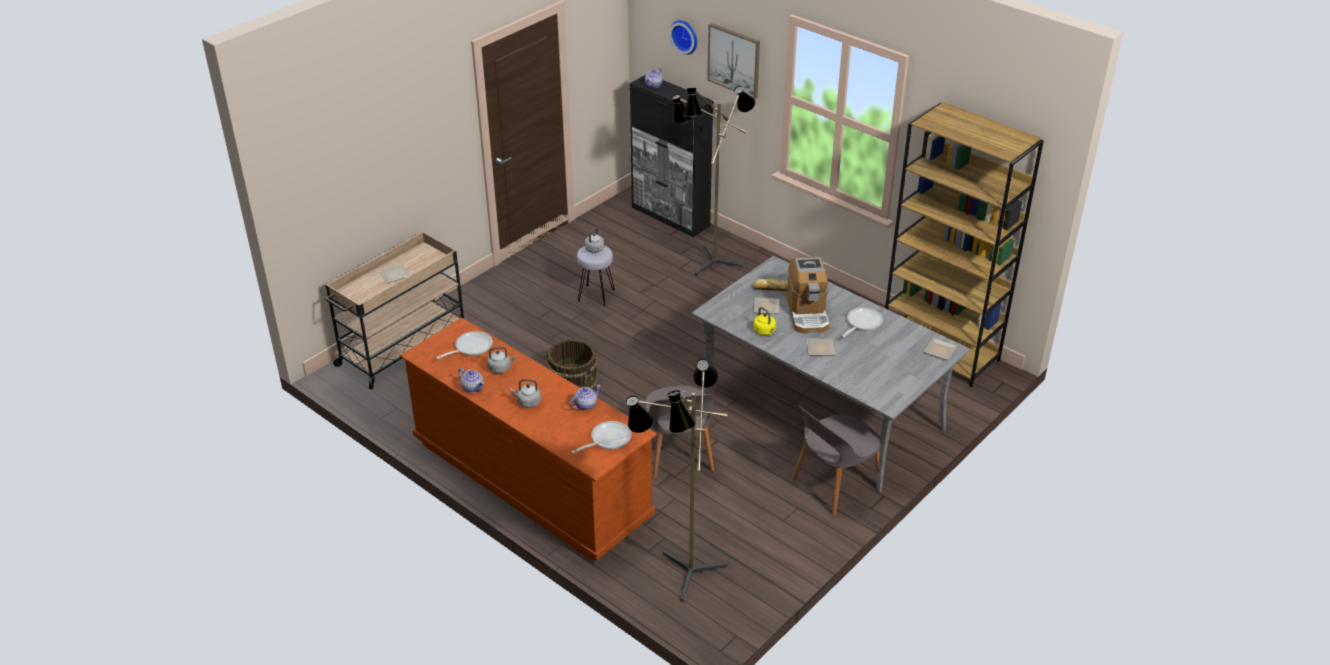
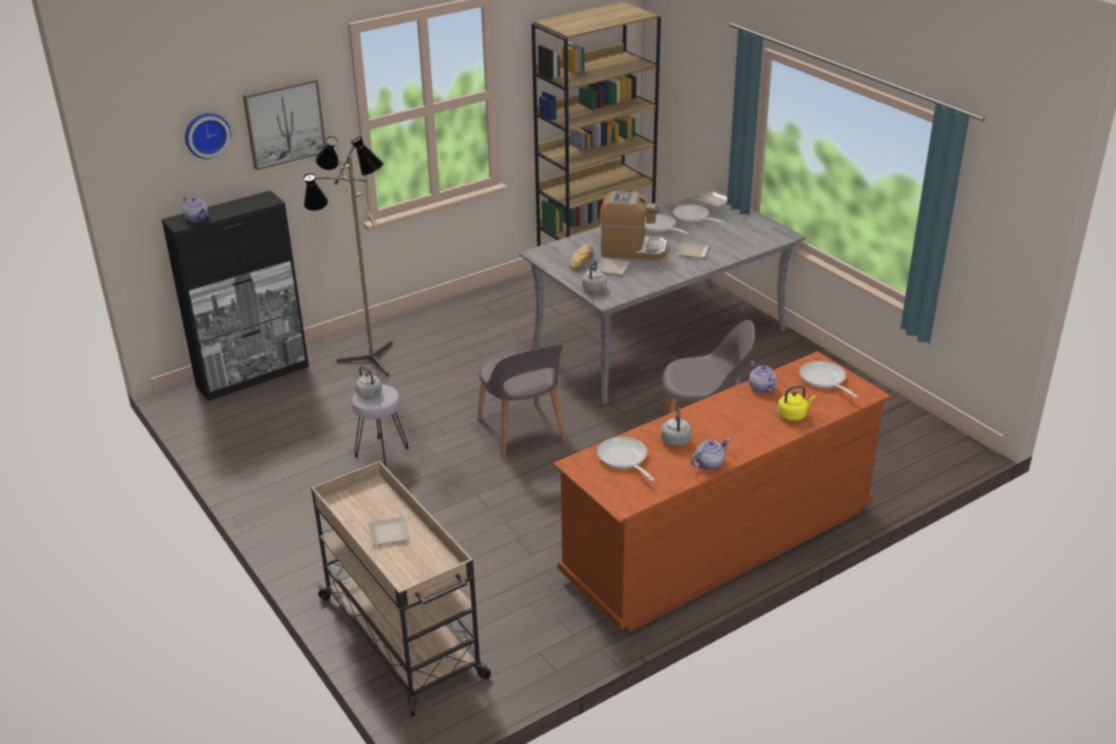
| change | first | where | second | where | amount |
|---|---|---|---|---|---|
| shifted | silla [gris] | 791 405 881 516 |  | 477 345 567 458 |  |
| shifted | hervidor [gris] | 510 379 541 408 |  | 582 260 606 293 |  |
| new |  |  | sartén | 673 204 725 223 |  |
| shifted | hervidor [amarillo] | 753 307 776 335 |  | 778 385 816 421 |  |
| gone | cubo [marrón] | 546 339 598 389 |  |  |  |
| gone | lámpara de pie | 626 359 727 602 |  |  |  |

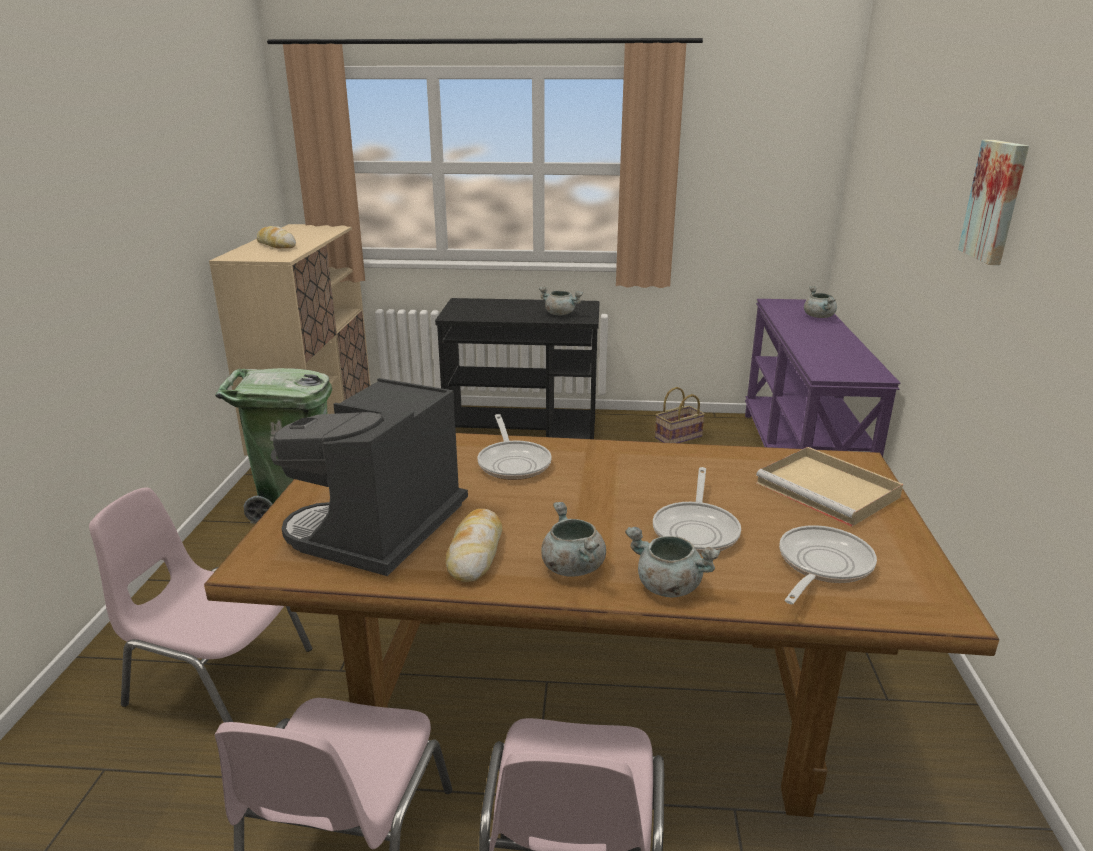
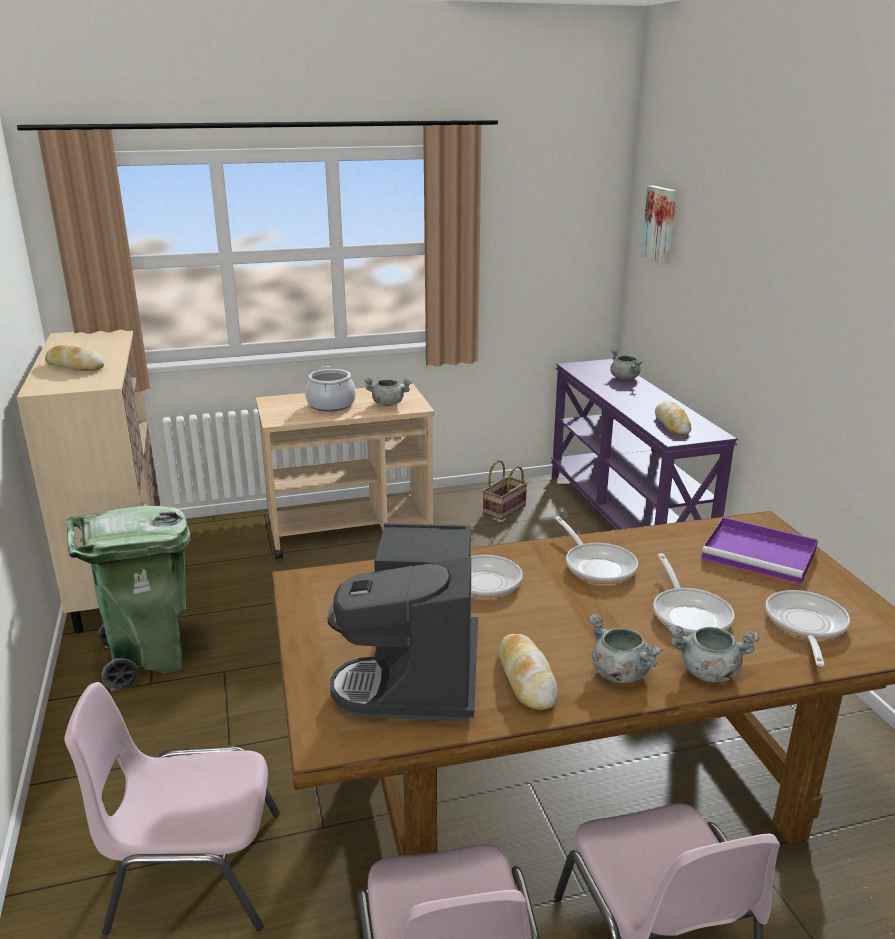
| change | first | where | second | where | amount |
|---|---|---|---|---|---|
| repainted | carrito [negro] | 435 298 599 439 | carrito [beis] | 256 384 434 559 |  |
| new |  |  | olla | 305 366 356 411 |  |
| new |  |  | sartén | 555 516 638 584 |  |
| shifted | cuadro | 958 140 1029 265 |  | 641 186 677 264 |  |
| new |  |  | pan | 655 402 691 435 |  |
| repainted | bandeja [beis] | 756 447 903 527 | bandeja [morado] | 701 517 818 585 |  |

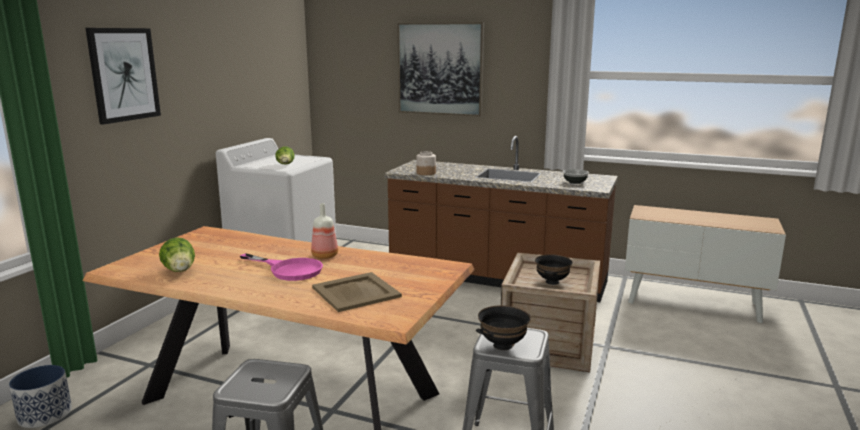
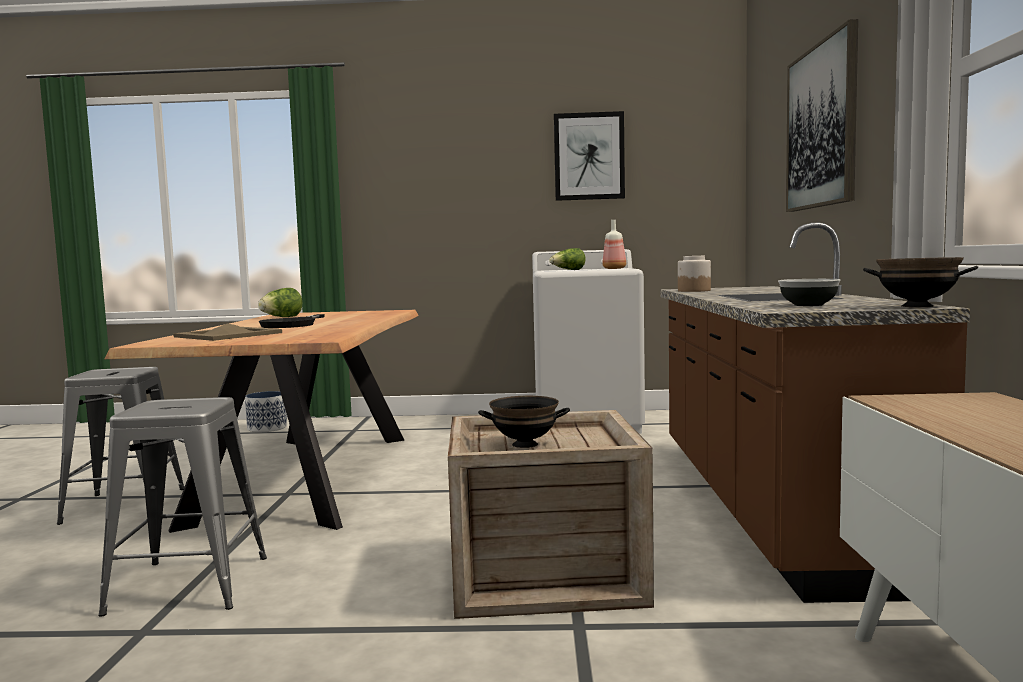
| change | first | where | second | where | amount |
|---|---|---|---|---|---|
| repainted | sartén [rosa] | 240 253 323 281 | sartén [negro] | 259 314 325 328 |  |
| shifted | cuadro | 86 28 161 125 |  | 554 111 625 201 |  |
| shifted | botella | 311 203 338 259 |  | 602 220 626 269 |  |
| shifted | cuenco [negro] | 476 305 530 350 |  | 863 257 978 307 |  |

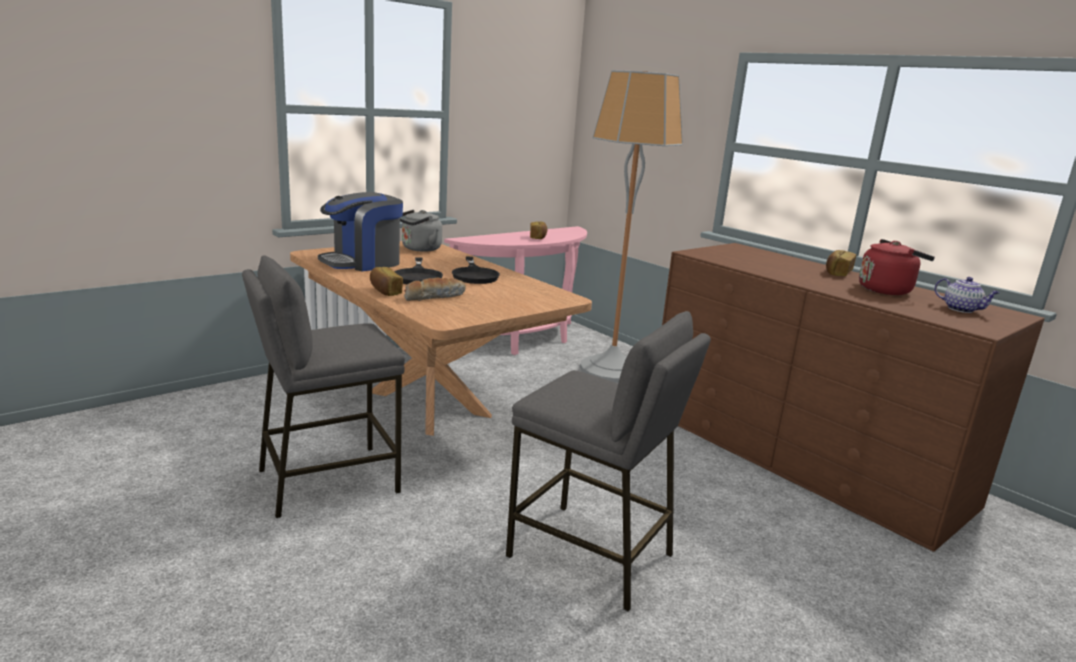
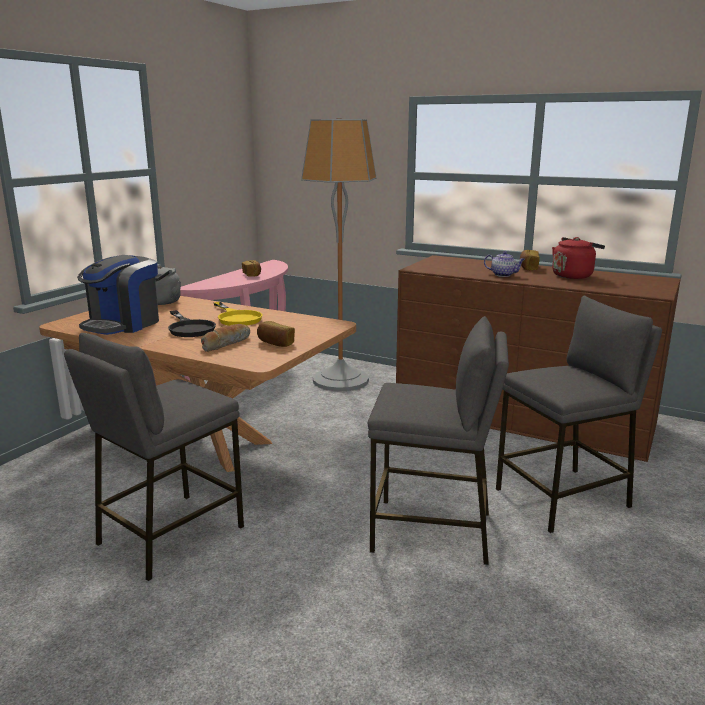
| change | first | where | second | where | amount |
|---|---|---|---|---|---|
| repainted | sartén [negro] | 452 257 500 284 | sartén [amarillo] | 214 302 263 326 |  |
| shifted | pan | 370 267 403 296 |  | 257 321 295 347 |  |
| shifted | tetera | 934 277 1000 313 |  | 484 251 525 277 |  |
| new |  |  | taburete [gris] | 496 296 662 533 |  |

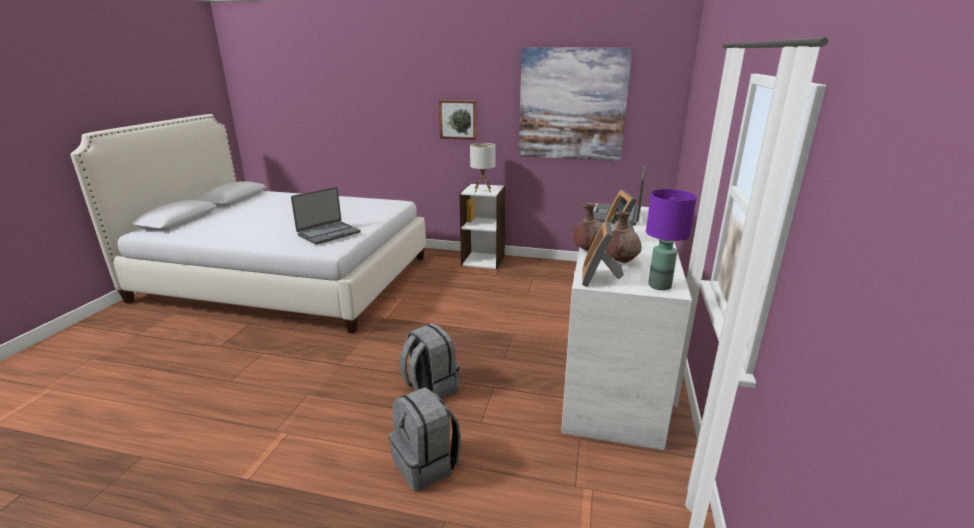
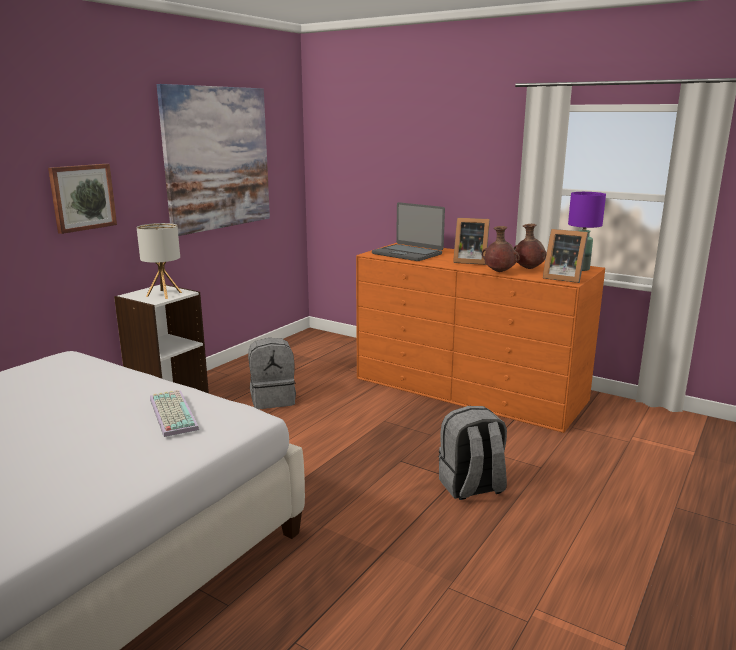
| change | first | where | second | where | amount |
|---|---|---|---|---|---|
| swapped | portátil | 291 187 361 245 | teclado | 150 390 199 437 |  |
| shifted | mochila [gris] | 389 387 461 491 |  | 248 338 296 409 |  |
| repainted | cómoda [blanco] | 561 203 692 450 | cómoda [naranja] | 356 243 605 433 |  |

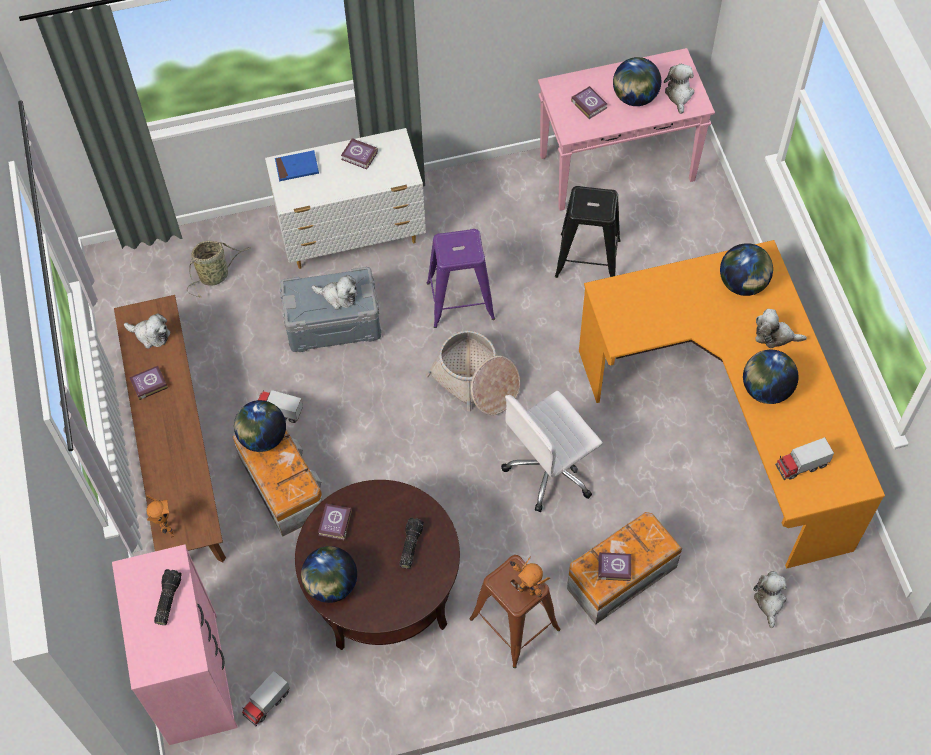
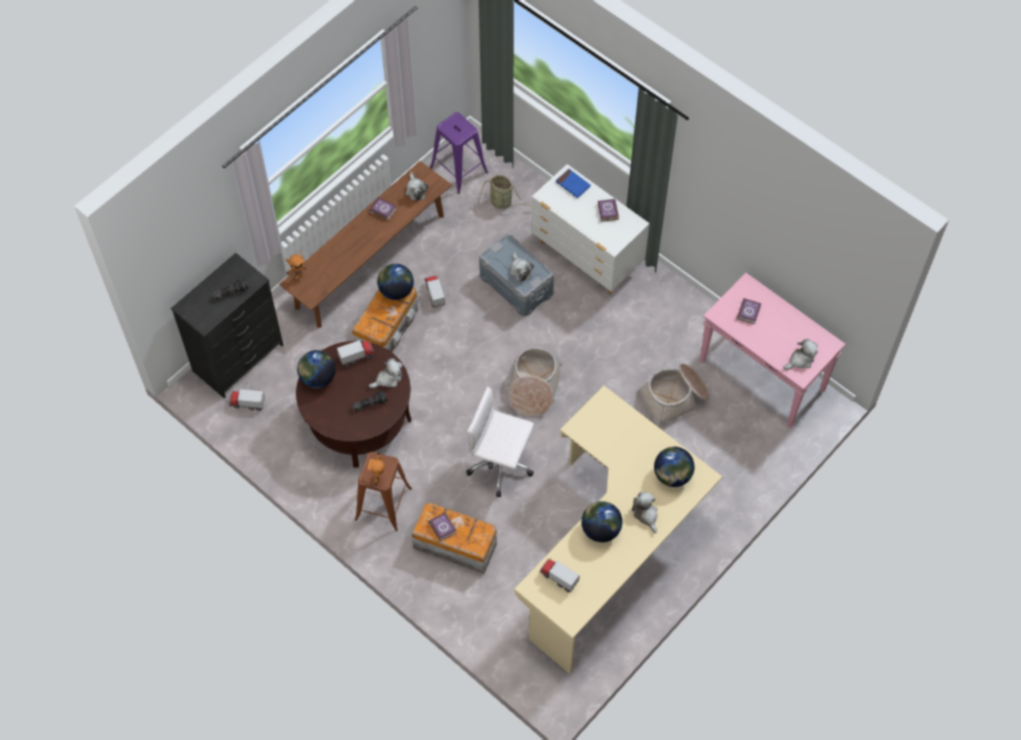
| change | first | where | second | where | amount |
|---|---|---|---|---|---|
| repainted | cómoda [rosa] | 112 544 238 745 | cómoda [negro] | 171 253 283 398 |  |
| swapped | libro | 318 504 352 540 | camión de juguete | 337 340 375 367 |  |
| shifted | peluche | 753 571 787 628 |  | 369 358 403 389 |  |
| shifted | taburete [morado] | 426 229 495 328 |  | 430 112 488 194 |  |
| repainted | escritorio [naranja] | 579 240 885 569 | escritorio [beis] | 514 386 722 674 |  |
| swapped | taburete [negro] | 555 186 621 278 | cesta | 637 364 710 428 |  |
| gone | globo terráqueo | 613 57 661 106 |  |  |  |

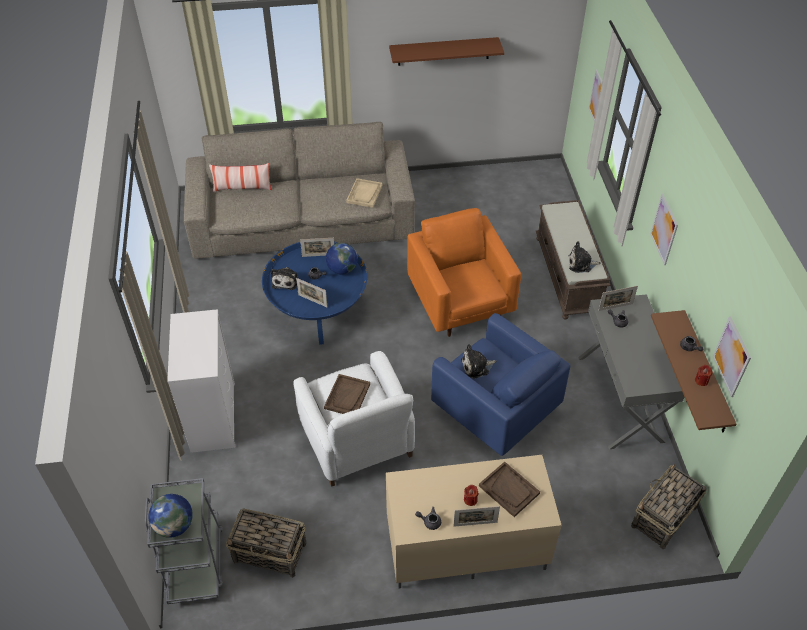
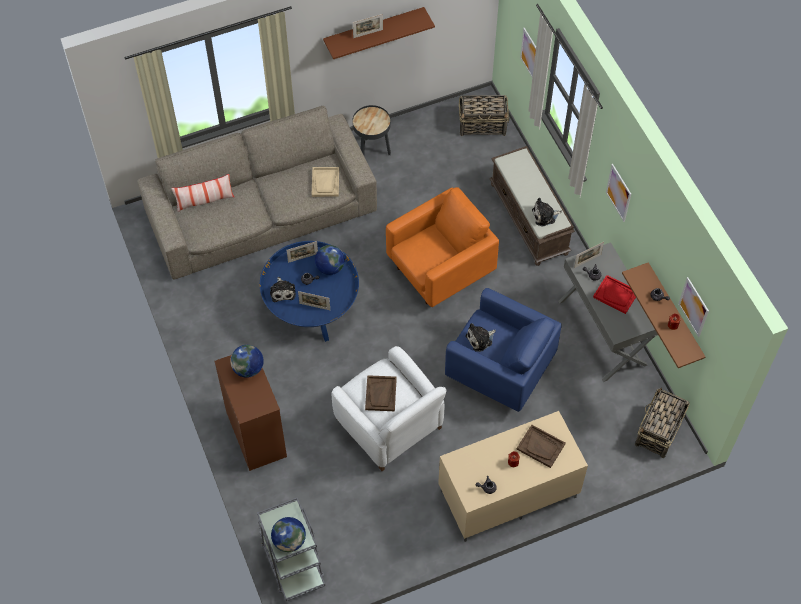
| change | first | where | second | where | amount |
|---|---|---|---|---|---|
| repainted | cómoda [blanco] | 167 309 236 453 | cómoda [marrón] | 214 355 287 471 |  |
| new |  |  | globo terráqueo | 230 345 264 378 |  |
| shifted | portarretratos | 453 506 500 527 |  | 353 14 383 38 |  |
| new |  |  | mesa auxiliar [negro] | 353 105 391 155 |  |
| rotated | sillón [naranja] | 407 208 521 337 |  | 386 187 499 307 | 90 degrees clockwise |
| shifted | cesta | 226 508 307 578 |  | 459 95 509 136 |  |
| new |  |  | bandeja [rojo] | 593 275 636 314 |  |

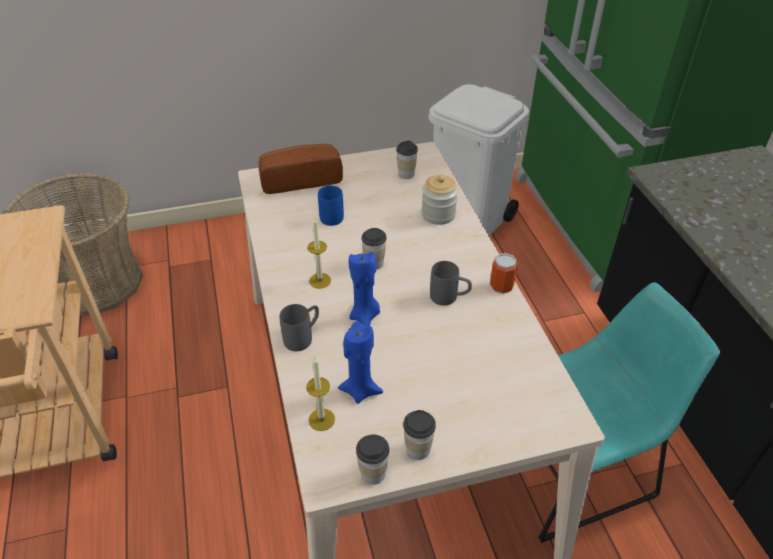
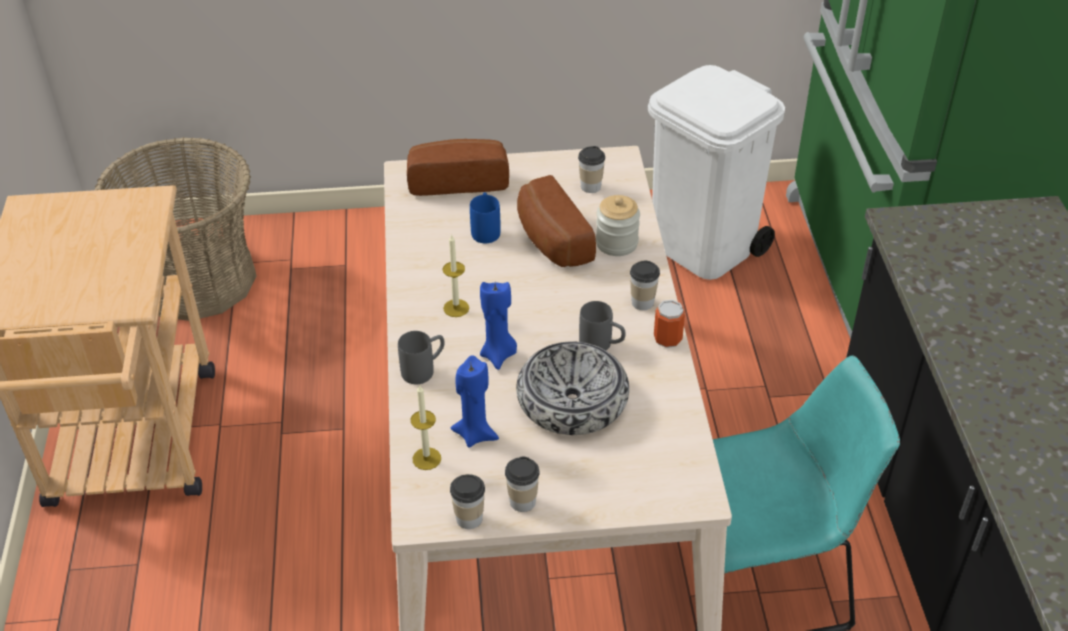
| change | first | where | second | where | amount |
|---|---|---|---|---|---|
| new |  |  | cuenco | 516 341 629 435 |  |
| new |  |  | pan | 517 175 596 267 |  |
| shifted | taza | 362 228 387 270 |  | 630 261 660 310 |  |

